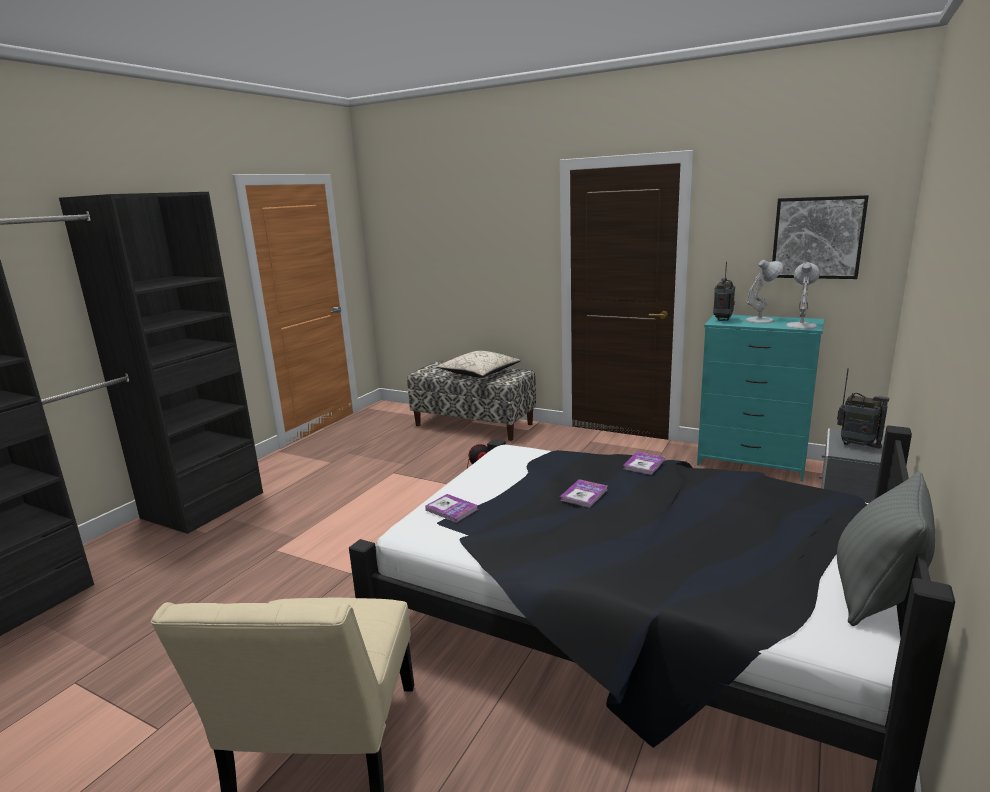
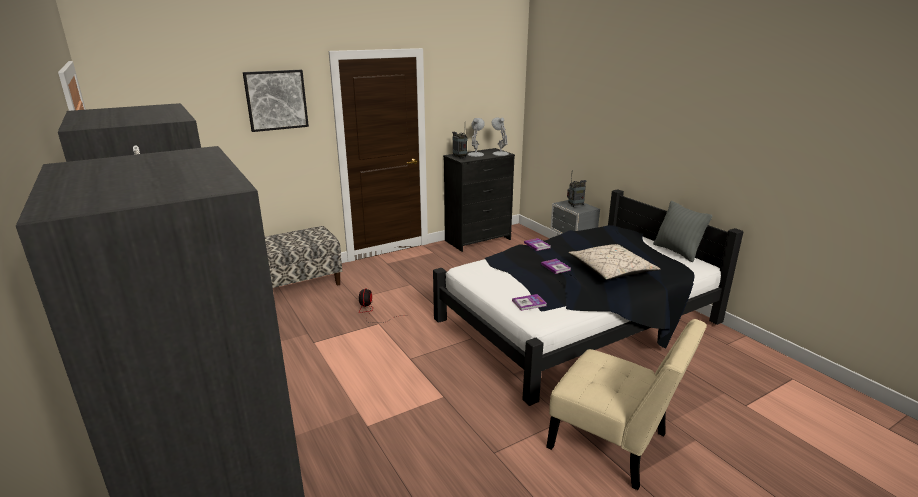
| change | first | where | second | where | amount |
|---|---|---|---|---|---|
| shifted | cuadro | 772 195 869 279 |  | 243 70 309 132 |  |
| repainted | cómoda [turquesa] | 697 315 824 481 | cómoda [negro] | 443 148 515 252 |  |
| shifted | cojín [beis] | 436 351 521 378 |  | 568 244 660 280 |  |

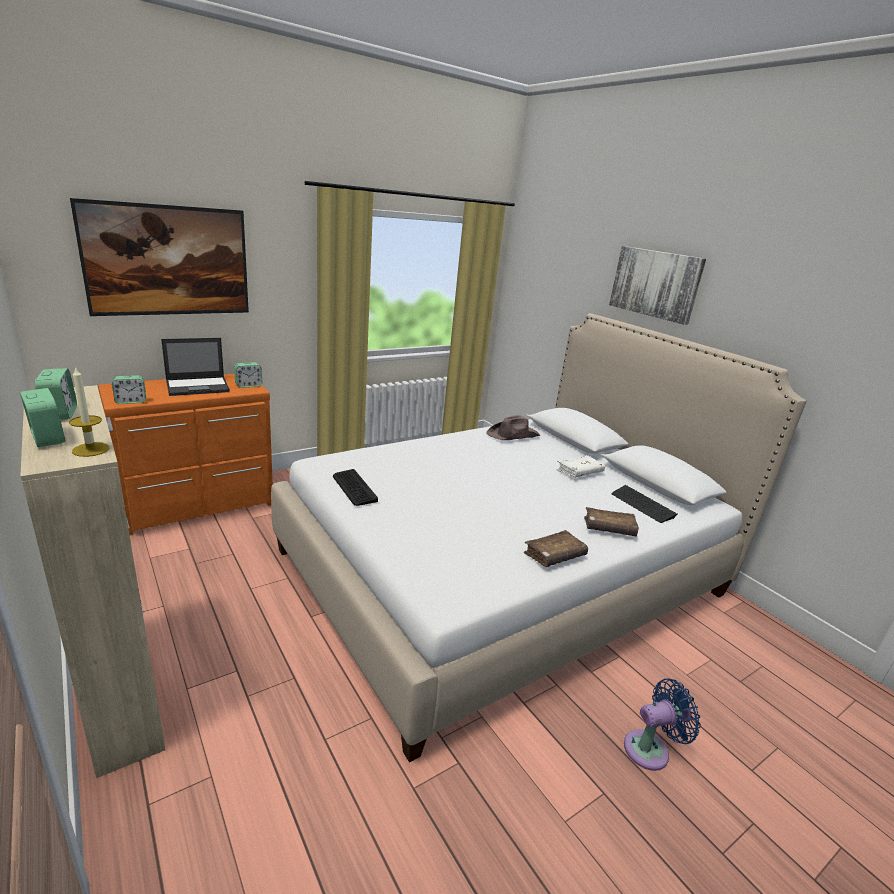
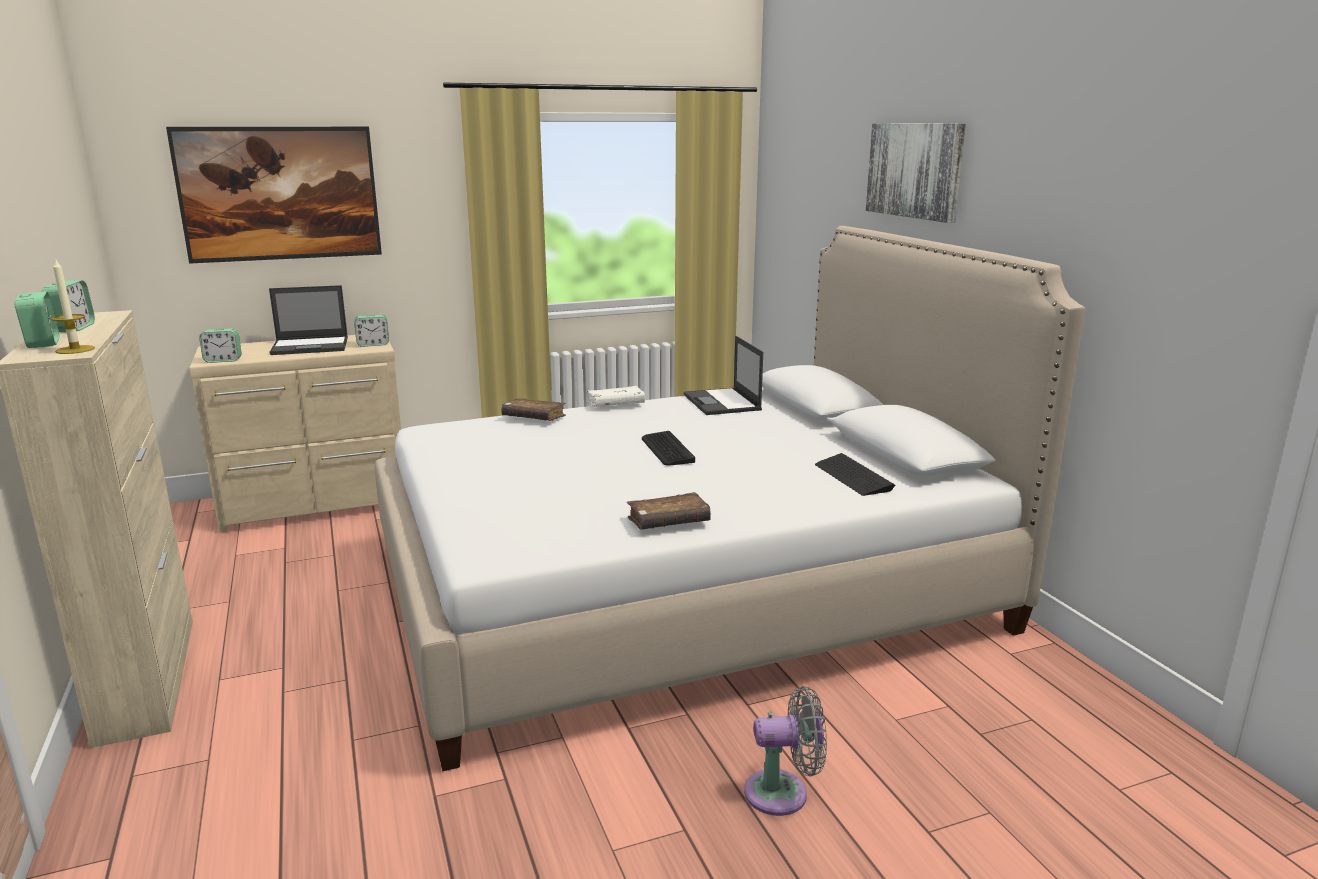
| change | first | where | second | where | amount |
|---|---|---|---|---|---|
| repainted | cómoda [naranja] | 98 374 273 535 | cómoda [beis] | 189 335 401 533 |  |
| shifted | libro [marrón] | 584 507 639 537 |  | 501 398 566 421 |  |
| shifted | libro [blanco] | 557 455 605 478 |  | 587 386 645 407 |  |
| shifted | teclado | 333 469 378 506 |  | 642 431 695 466 |  |
| swapped | sombrero [marrón] | 487 415 540 440 | portátil | 684 336 763 415 |  |
| repainted | ventilador [azul] | 624 678 701 771 | ventilador [gris] | 744 686 827 816 |  |

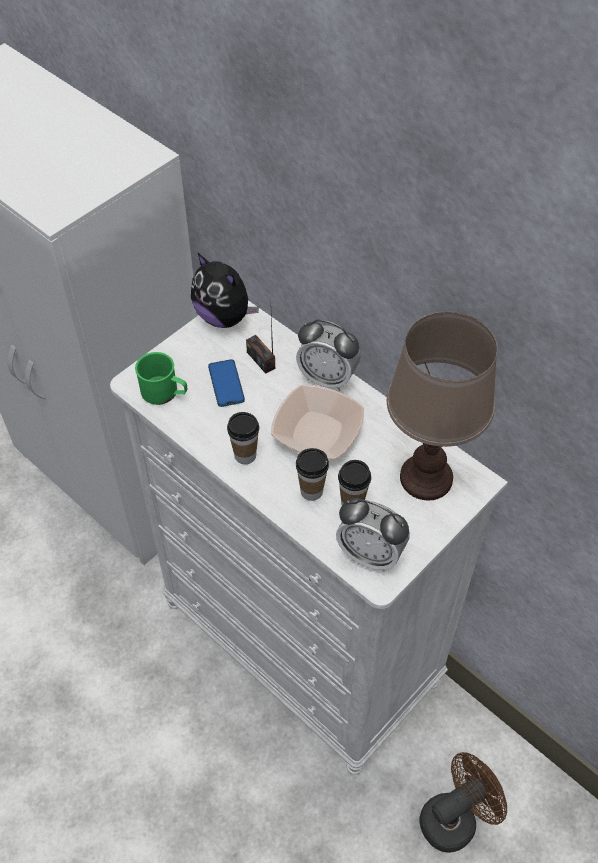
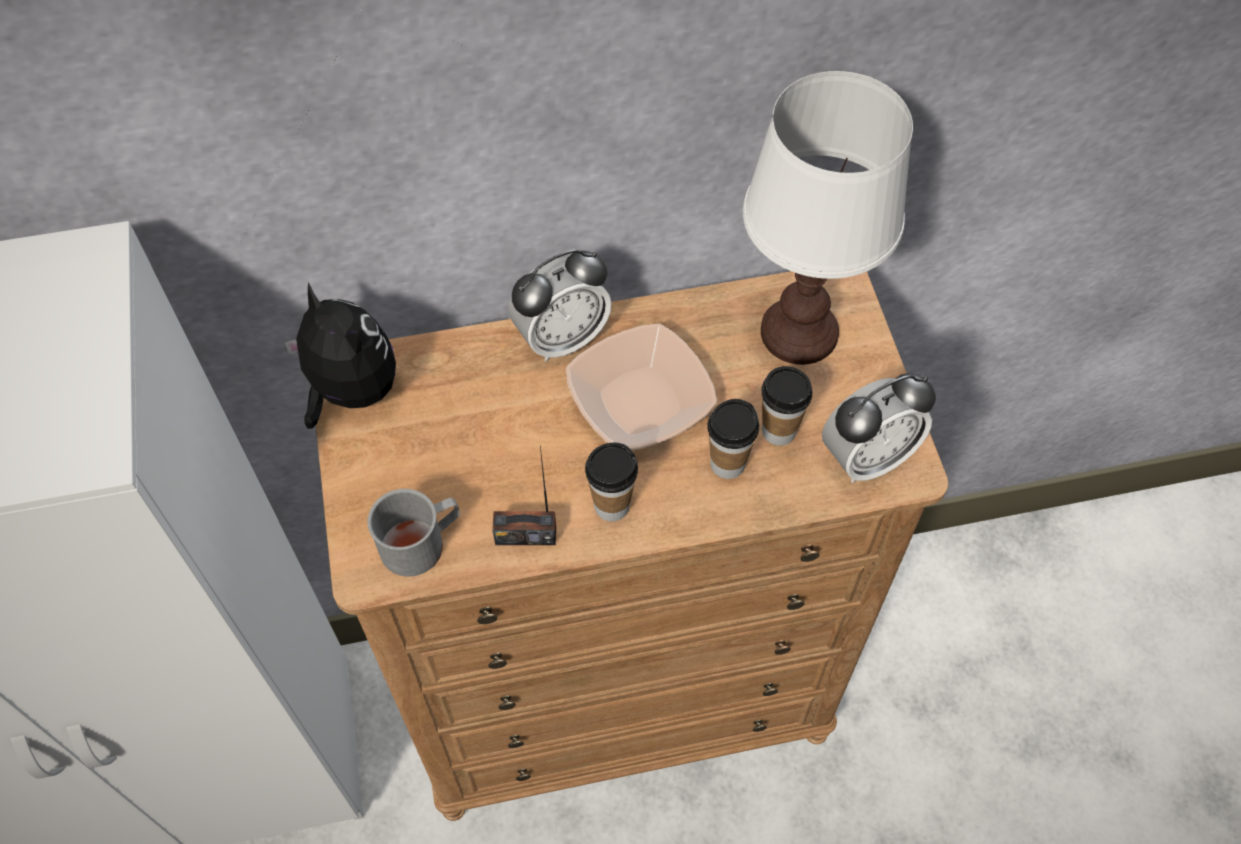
| change | first | where | second | where | amount |
|---|---|---|---|---|---|
| rotated | peluche | 191 252 259 328 |  | 284 282 396 429 | 120 degrees counterclockwise |
| repainted | cómoda [blanco] | 110 300 508 775 | cómoda [marrón] | 316 270 948 821 |  |
| repainted | taza grande [verde] | 135 352 188 405 | taza grande [gris] | 367 489 460 576 |  |
| shifted | radio | 246 316 275 374 |  | 492 446 556 545 |  |
| repainted | lámpara de mesa [marrón] | 387 312 497 500 | lámpara de mesa [blanco] | 743 71 913 365 |  |
| gone | móvil | 208 359 245 407 |  |  |  |
| gone | ventilador [marrón] | 419 752 507 853 |  |  |  |

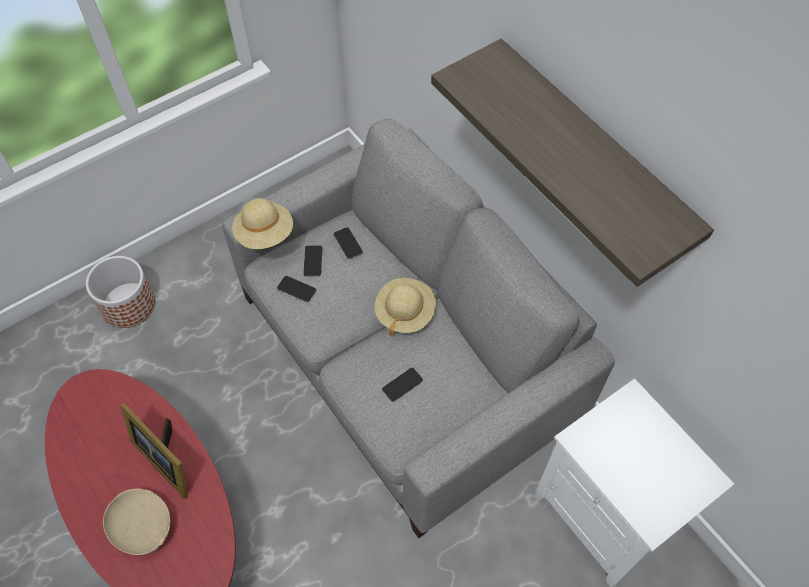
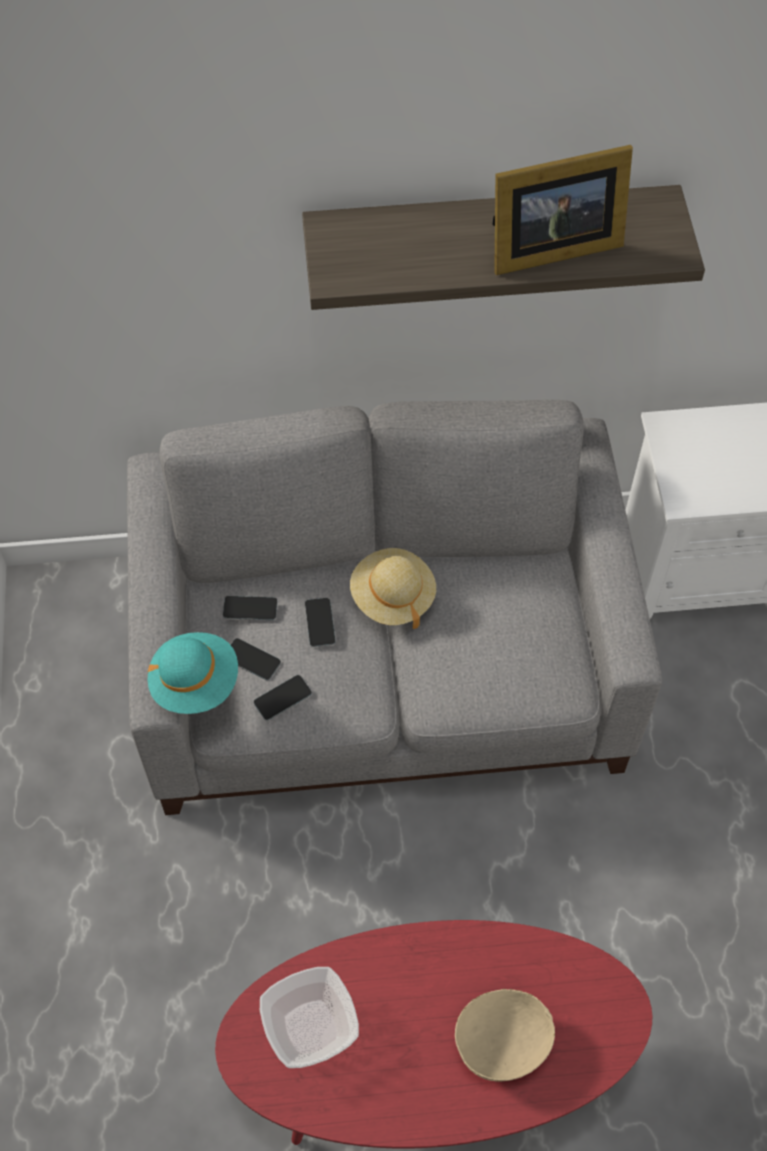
| change | first | where | second | where | amount |
|---|---|---|---|---|---|
| repainted | sombrero [beis] | 232 198 293 249 | sombrero [turquesa] | 148 632 238 714 |  |
| new |  |  | cuenco | 260 967 359 1068 |  |
| shifted | móvil | 382 368 423 402 |  | 305 598 336 647 |  |
| shifted | portarretratos | 121 403 188 499 |  | 493 145 633 275 |  |
| gone | maceta | 86 256 156 328 |  |  |  |

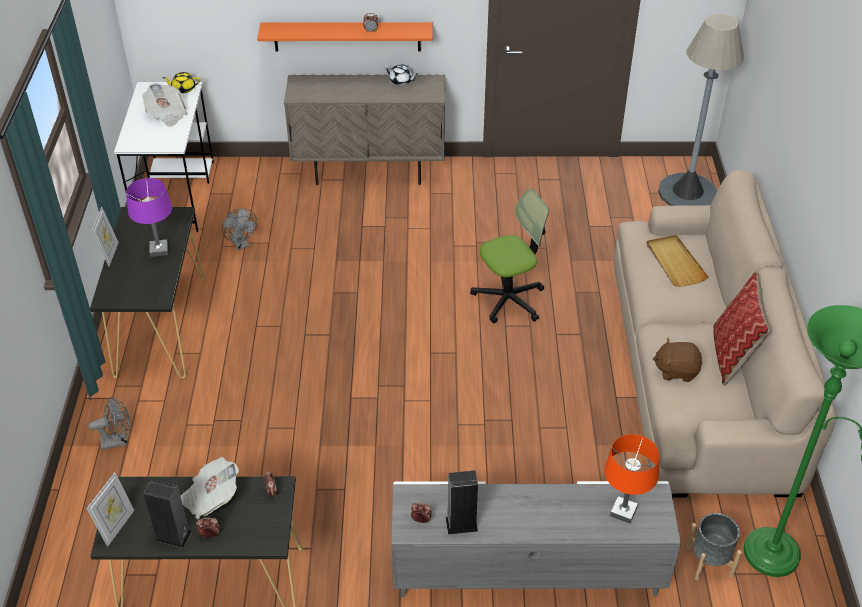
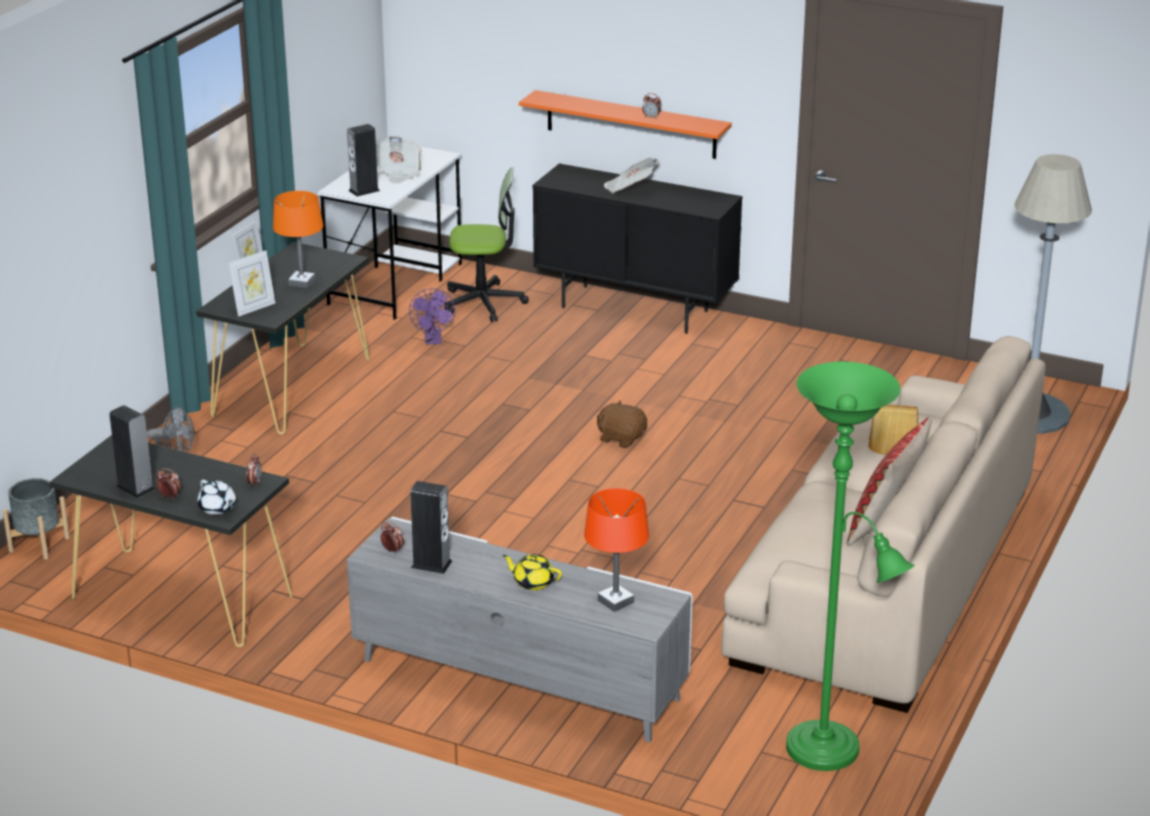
| change | first | where | second | where | amount |
|---|---|---|---|---|---|
| shifted | maceta [gris] | 685 513 742 581 |  | 3 478 70 560 |  |
| shifted | tetera [blanco] | 385 64 418 86 |  | 197 480 236 515 |  |
| shifted | portarretratos | 87 472 135 547 |  | 228 250 275 317 |  |
| repainted | lámpara de mesa [morado] | 126 178 172 257 | lámpara de mesa [naranja] | 273 191 323 288 |  |
| new |  |  | altavoz | 347 124 380 197 |  |
| repainted | ventilador [gris] | 222 208 257 250 | ventilador [morado] | 409 288 456 344 |  |
| shifted | silla de oficina | 470 189 549 323 |  | 445 167 529 322 |  |
| shifted | tetera [amarillo] | 162 72 200 93 |  | 502 554 562 590 |  |
| repainted | armario [beis] | 284 75 445 185 | armario [negro] | 532 163 742 334 |  |
| shifted | peluche [marrón] | 652 338 702 382 |  | 597 401 647 448 |  |
| shifted | periódico | 181 457 239 519 |  | 604 158 659 194 |  |

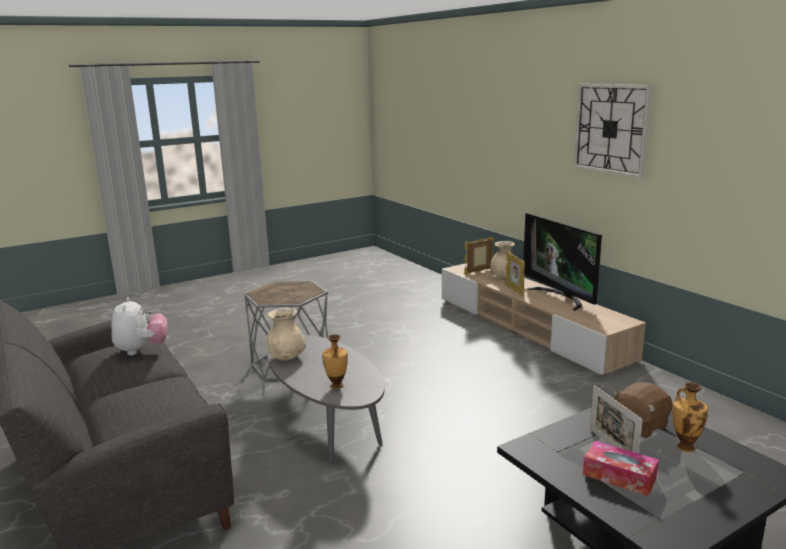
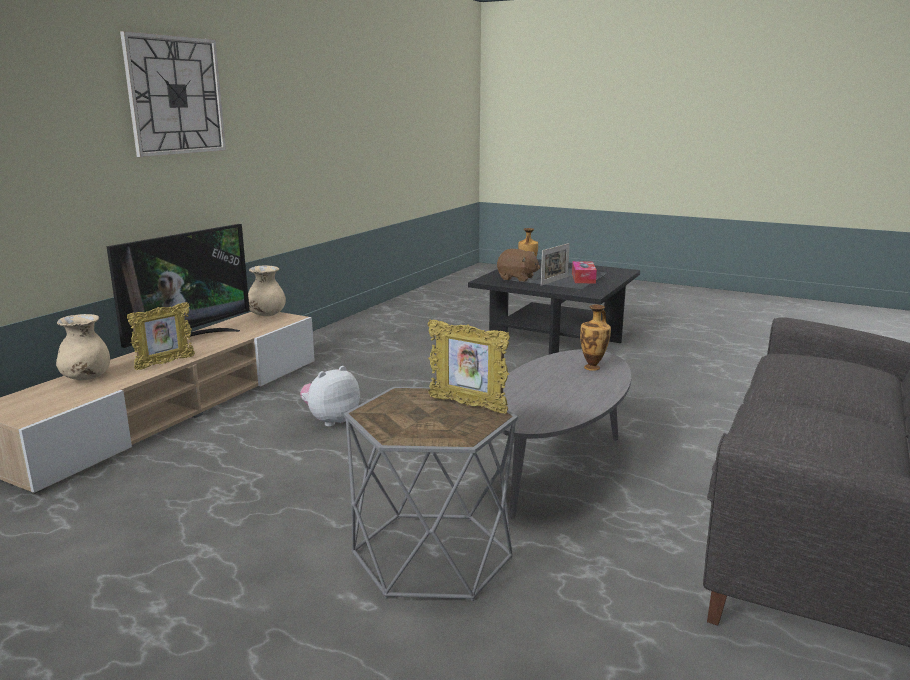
| change | first | where | second | where | amount |
|---|---|---|---|---|---|
| shifted | florero [beis] | 267 307 306 360 |  | 248 265 286 316 |  |
| shifted | peluche | 111 297 168 355 |  | 300 366 360 427 |  |
| shifted | portarretratos | 464 237 494 274 |  | 428 319 510 414 |  |

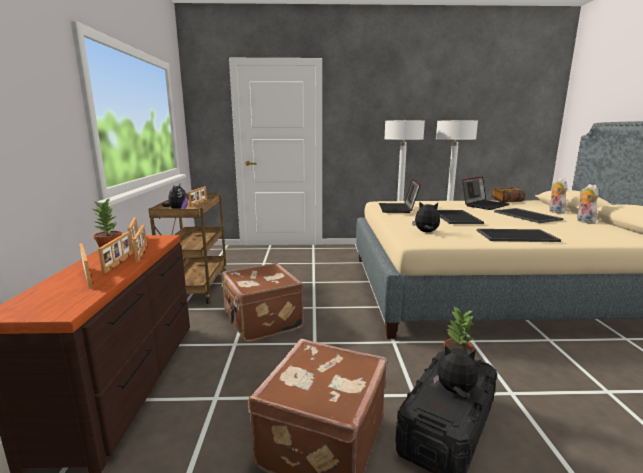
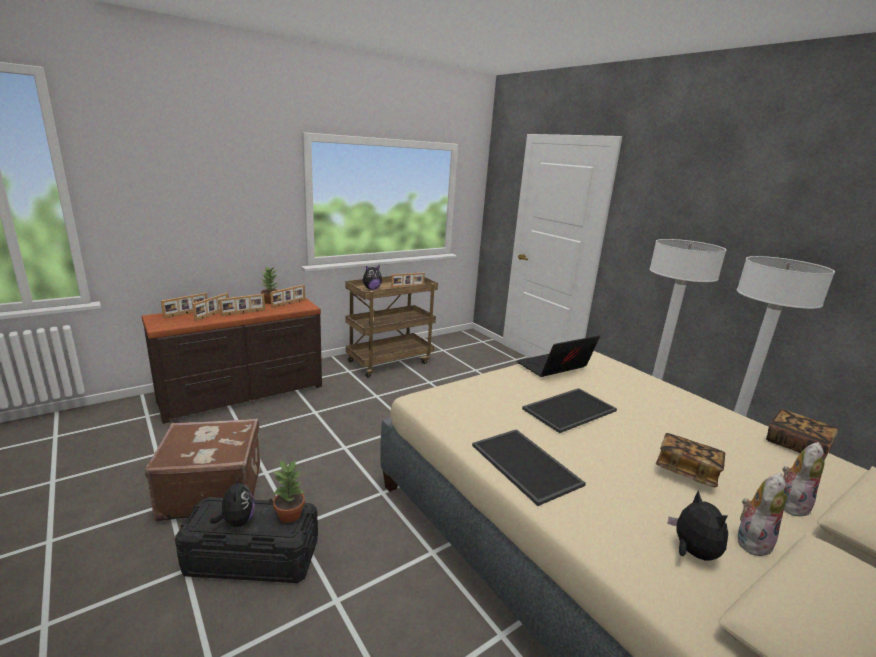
| change | first | where | second | where | amount |
|---|---|---|---|---|---|
| shifted | portarretratos | 133 225 147 263 |  | 161 293 207 318 |  |
| swapped | bandeja | 494 208 563 223 | libro | 656 433 725 487 |  |
| shifted | peluche | 412 201 440 232 |  | 668 490 728 561 |  |
| gone | maleta [marrón] | 221 263 304 342 |  |  |  |
| gone | portátil | 462 176 510 210 |  |  |  |

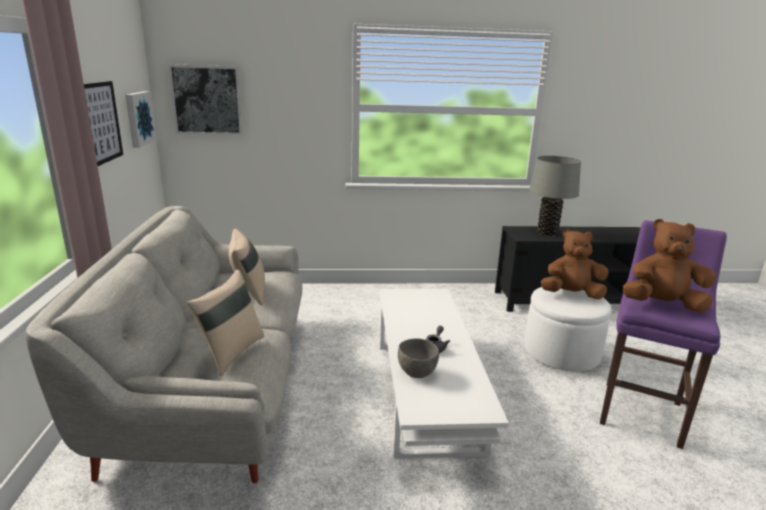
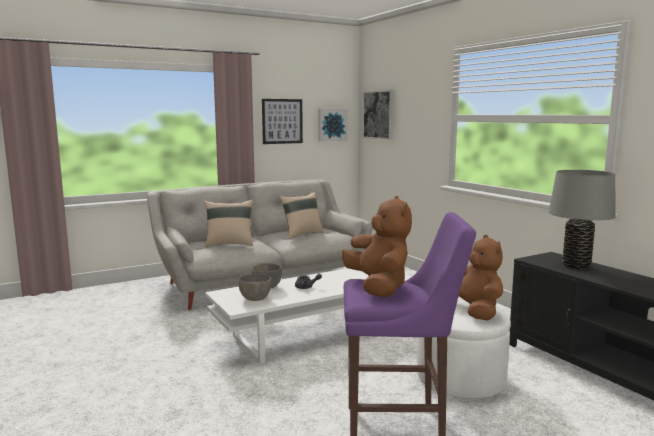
| change | first | where | second | where | amount |
|---|---|---|---|---|---|
| new |  |  | cuenco [gris] | 238 273 271 301 |  |

